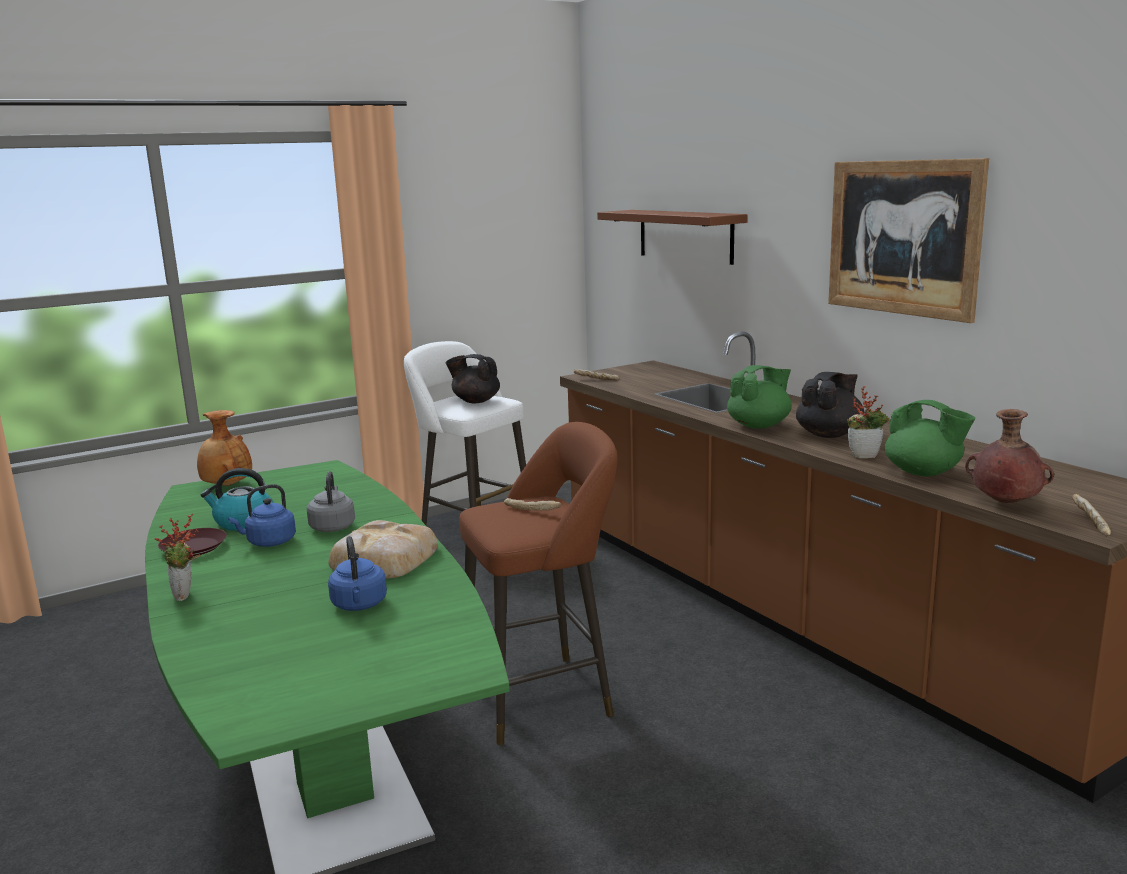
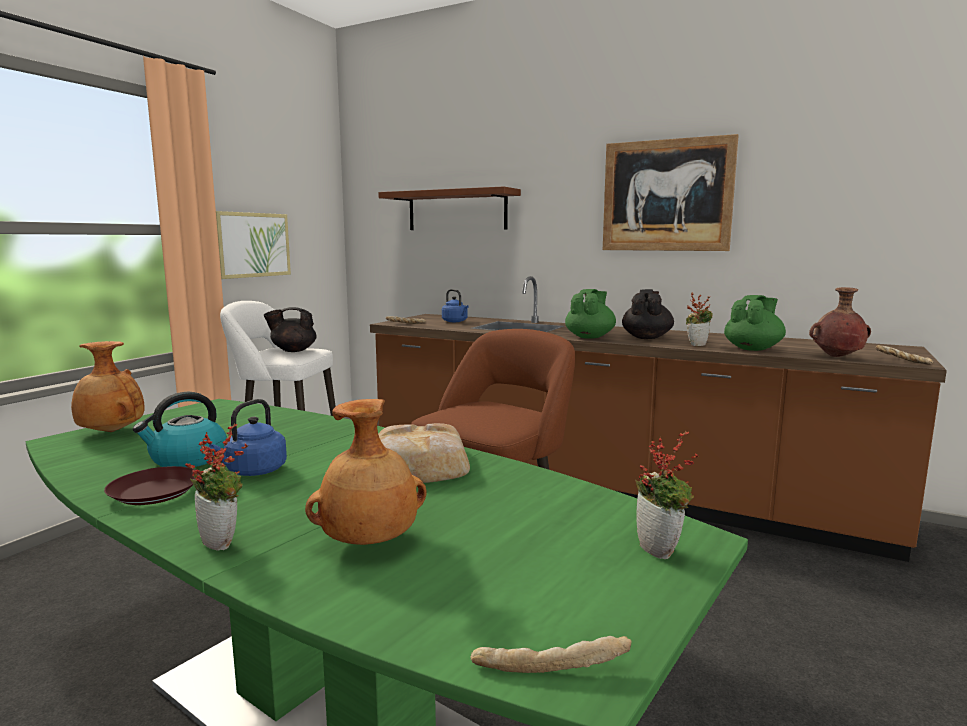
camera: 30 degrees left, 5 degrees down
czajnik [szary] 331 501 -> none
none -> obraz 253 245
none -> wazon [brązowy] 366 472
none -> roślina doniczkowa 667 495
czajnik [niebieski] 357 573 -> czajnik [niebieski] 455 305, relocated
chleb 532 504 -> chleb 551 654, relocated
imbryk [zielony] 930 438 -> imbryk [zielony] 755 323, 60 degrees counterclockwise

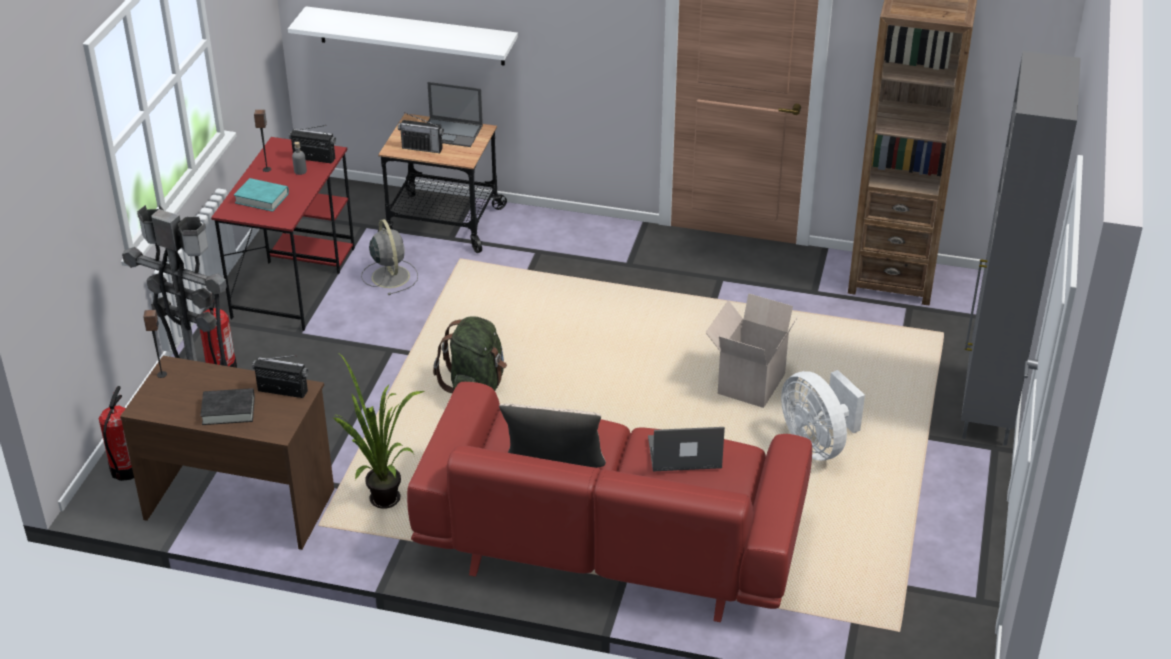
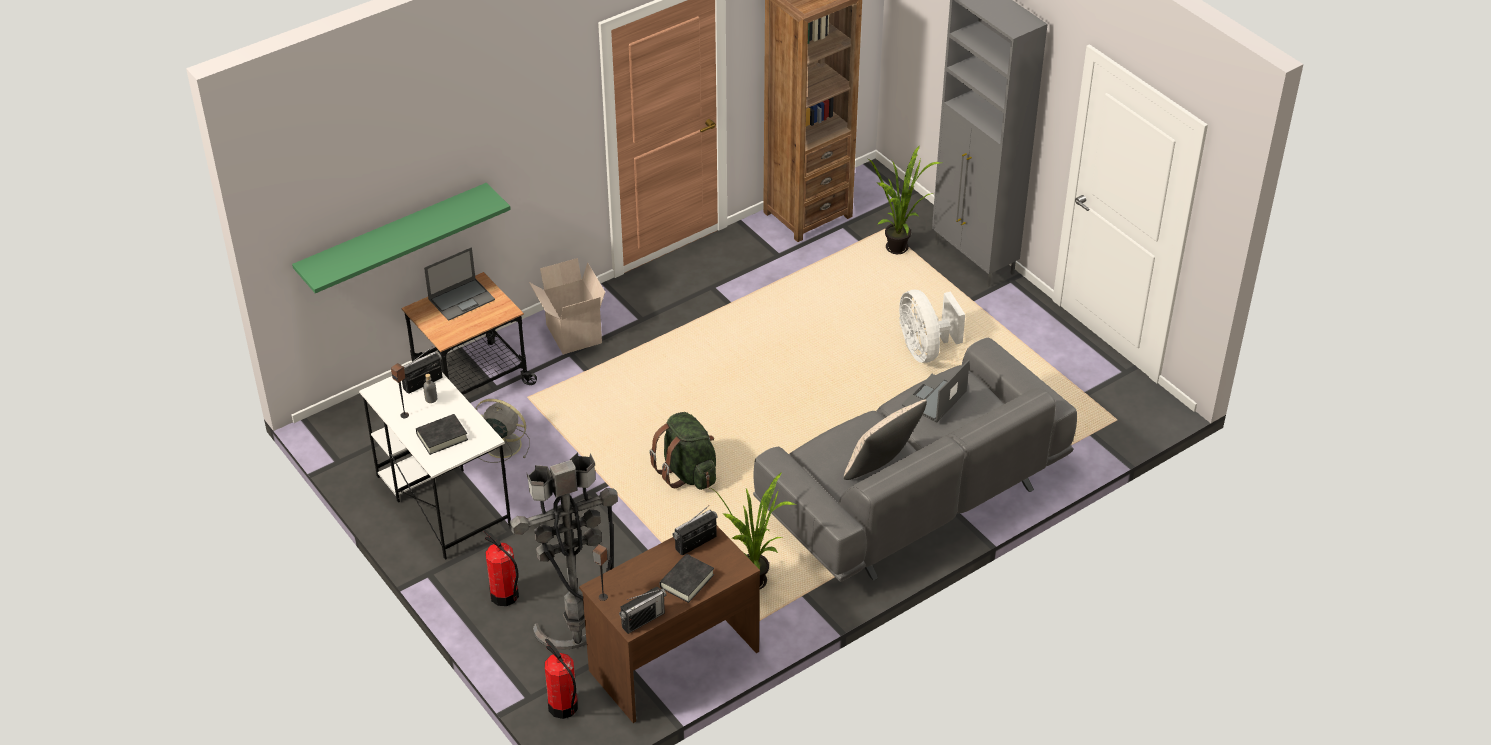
camera: 50 degrees left, 5 degrees up
none -> roślina doniczkowa 905 199
radio 421 132 -> radio 642 610, relocated
karton 751 350 -> karton 567 306, relocated
biurko [czerwony] 283 234 -> biurko [biały] 435 466
książka [turkusowy] 261 195 -> książka [czarny] 442 434
półka [biały] 403 36 -> półka [zielony] 401 238
kanapa [czerwony] 609 502 -> kanapa [szary] 915 460
wentylator [biały] 823 415 -> wentylator [biały] 932 326, 60 degrees clockwise

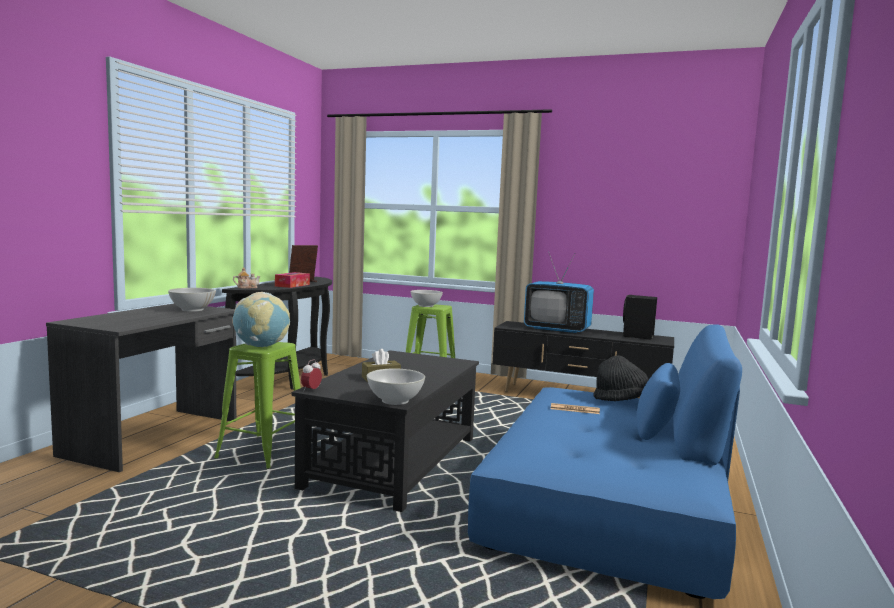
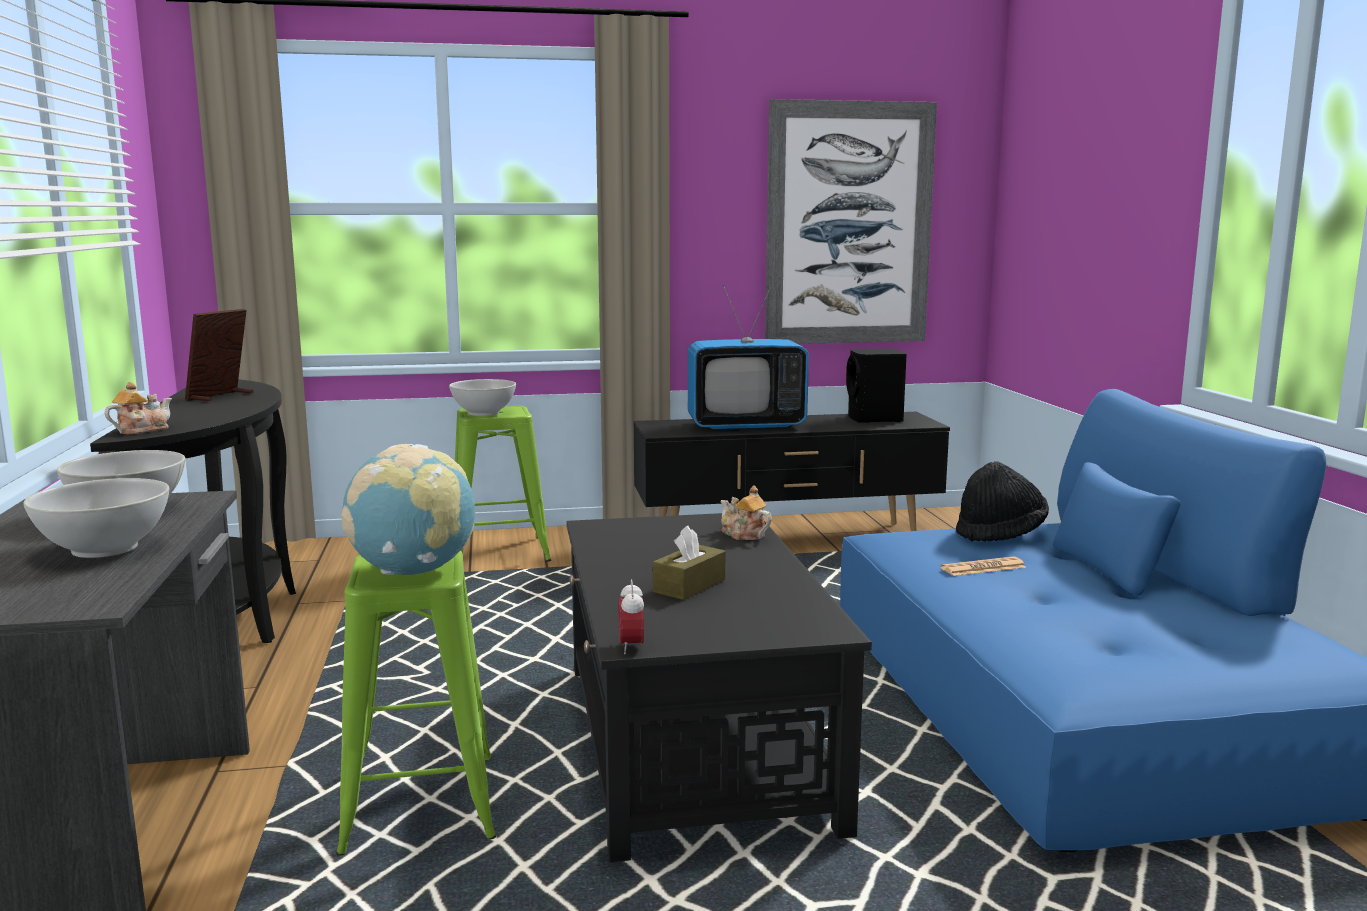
camera: 30 degrees left, 5 degrees up
pudełko chusteczek 292 280 -> none
none -> imbryk 746 512
none -> obraz 851 221
miska [biały] 396 387 -> miska [biały] 96 518, relocated

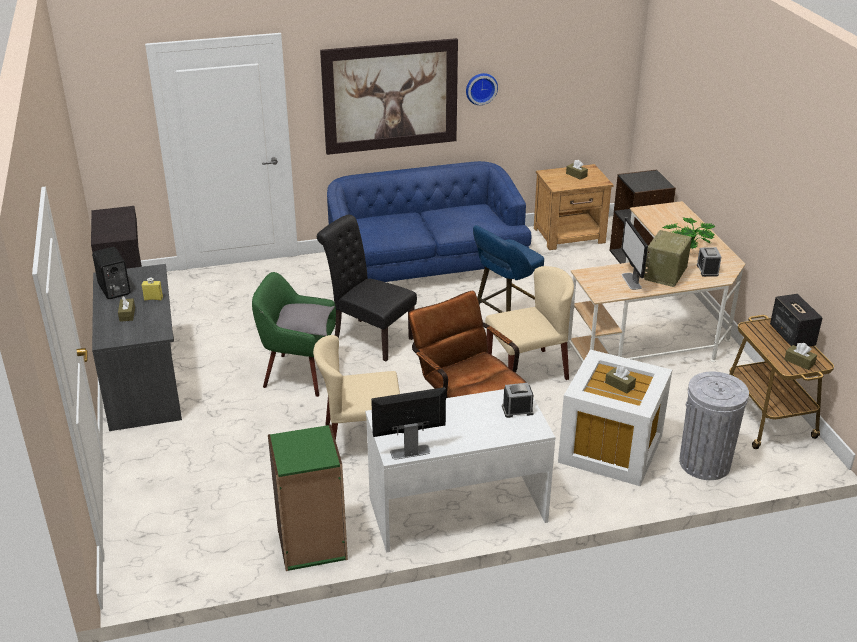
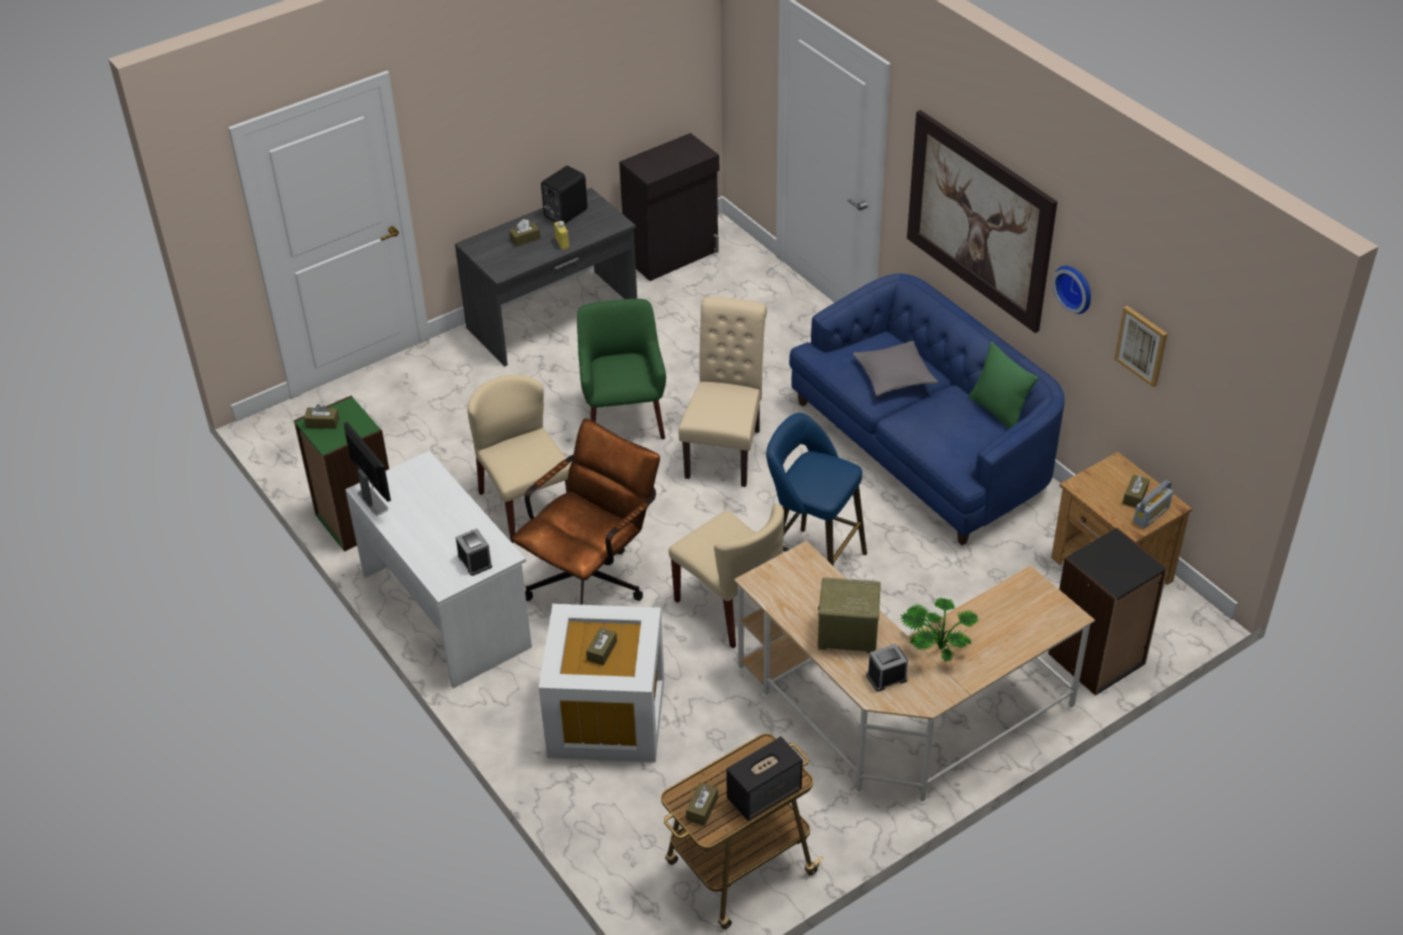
camera: 70 degrees right, 10 degrees up
monitor 634 254 -> none
kosz na śmieci [szary] 714 425 -> none
none -> pudełko chusteczek [brązowy] 321 416
none -> poduszka [zielony] 1003 385
none -> obraz 1141 346
none -> radio 1153 504
poduszka [szary] 305 319 -> poduszka [szary] 895 368, relocated
krzesło [czarny] 367 287 -> krzesło [beżowy] 723 392

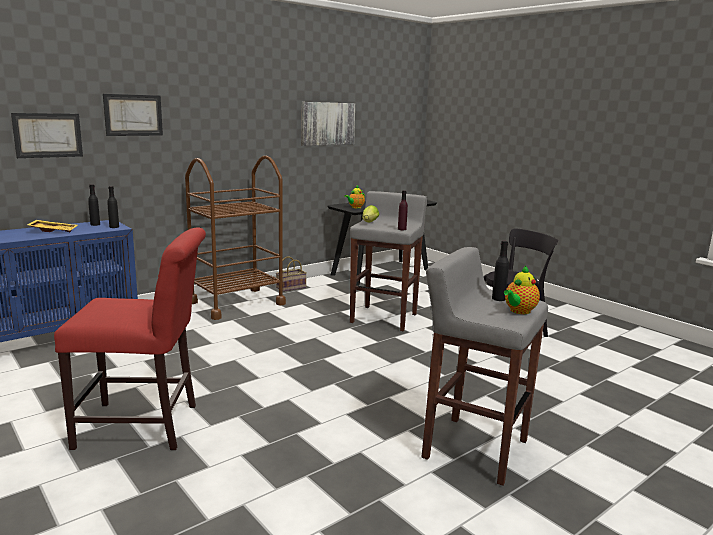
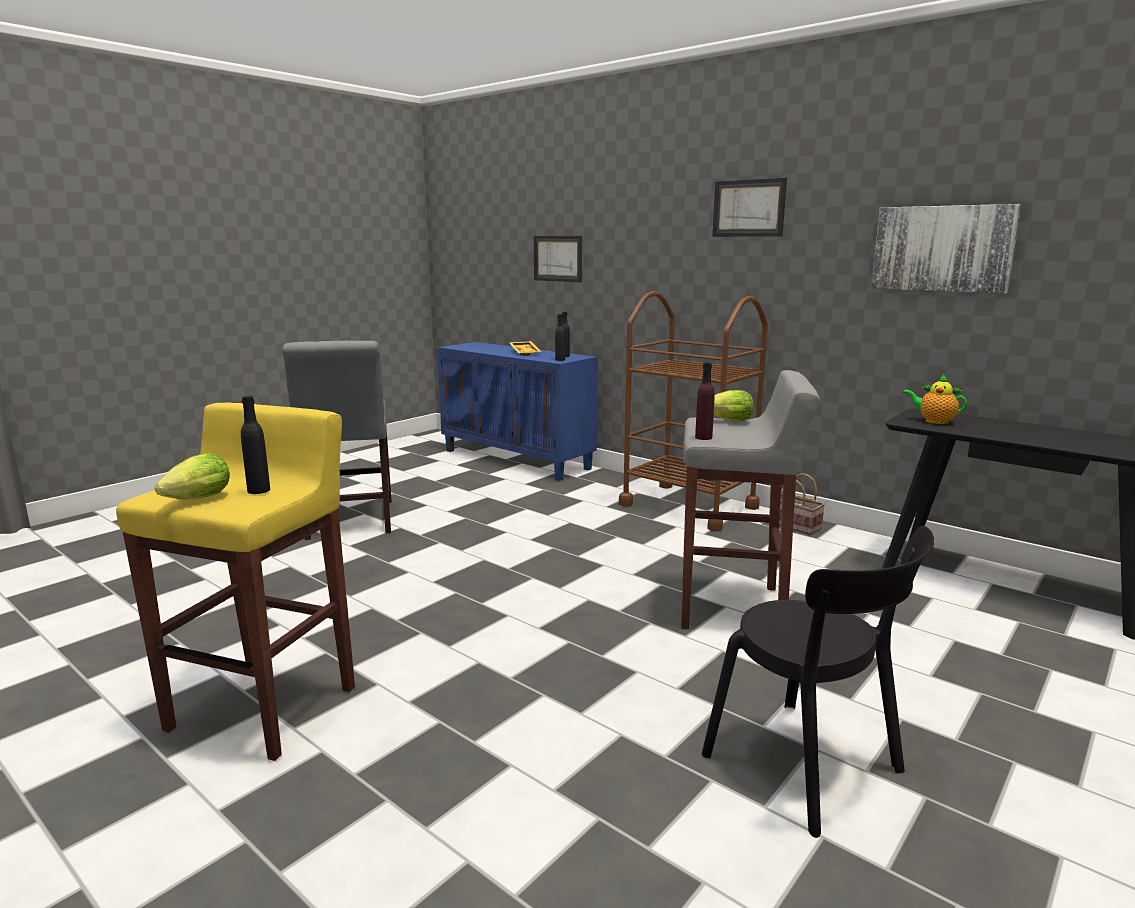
camera: 80 degrees right, 0 degrees up
obraz 133 115 -> obraz 749 207, relocated
imbryk 522 290 -> sałata 192 476
krzesło [czerwony] 130 339 -> krzesło [szary] 337 440
stołek [szary] 485 366 -> stołek [żółty] 235 582

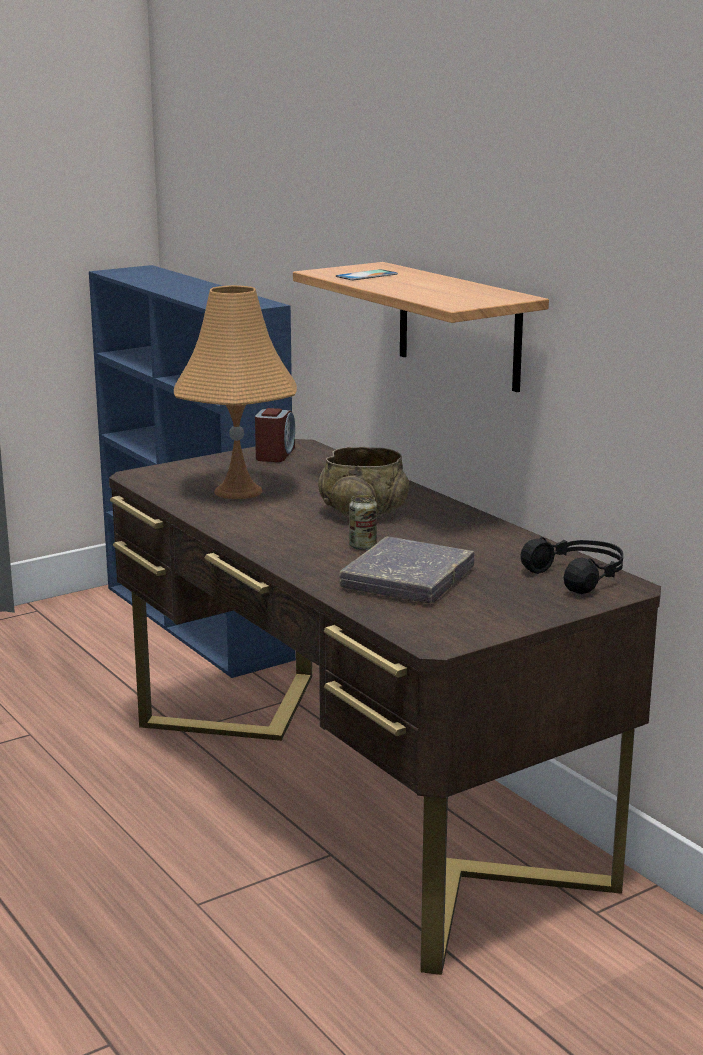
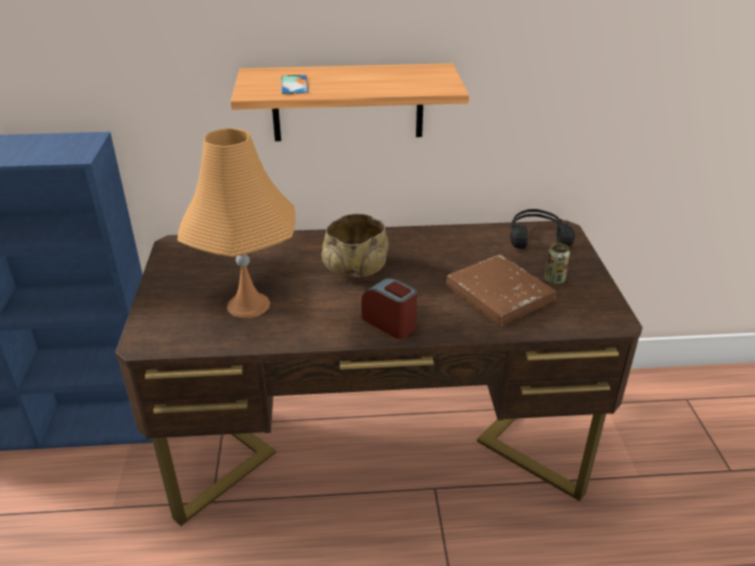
camera: 60 degrees left, 15 degrees up
budzik 275 435 -> budzik 389 308, relocated
puszka 363 522 -> puszka 557 264, relocated
książka [szary] 407 570 -> książka [brązowy] 501 290

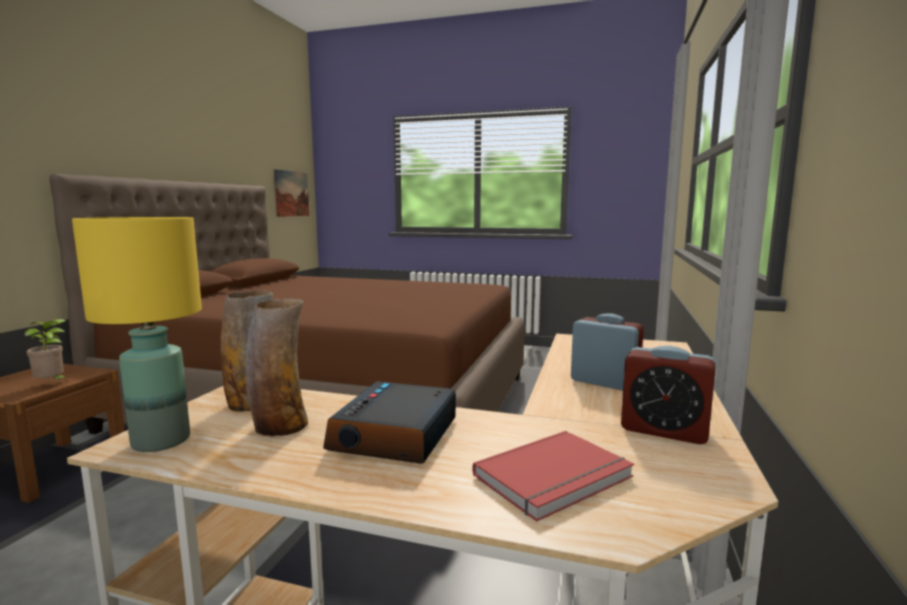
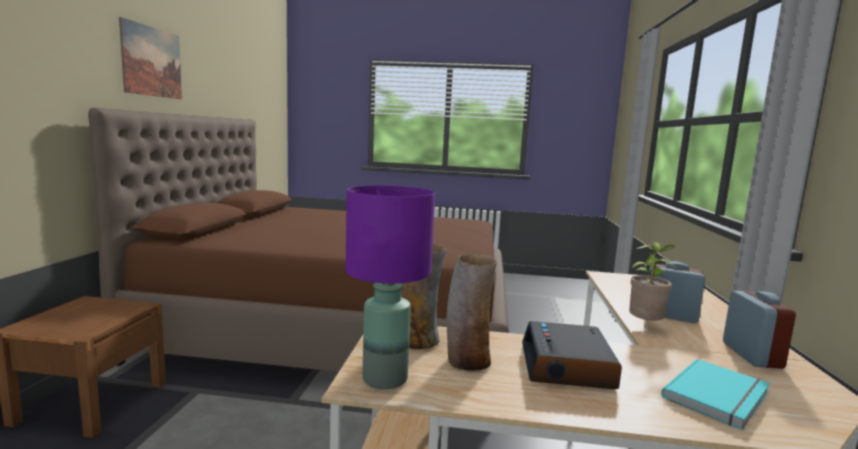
camera: 10 degrees left, 0 degrees up
roślina doniczkowa 47 349 -> roślina doniczkowa 652 281, relocated
obraz 291 193 -> obraz 150 58, relocated
lampa stołowa [żółty] 137 334 -> lampa stołowa [fioletowy] 390 287
książka [czerwony] 553 476 -> książka [turkusowy] 715 394
budzik 668 395 -> budzik 759 330, 105 degrees counterclockwise

